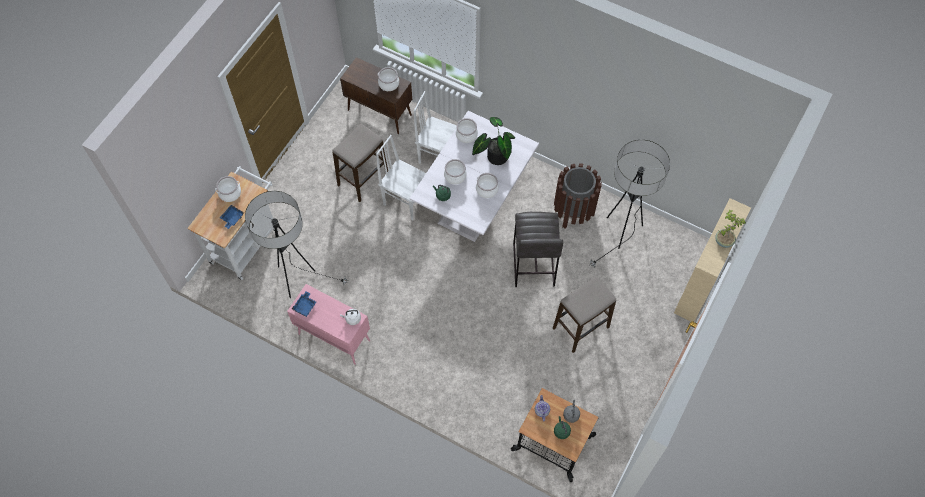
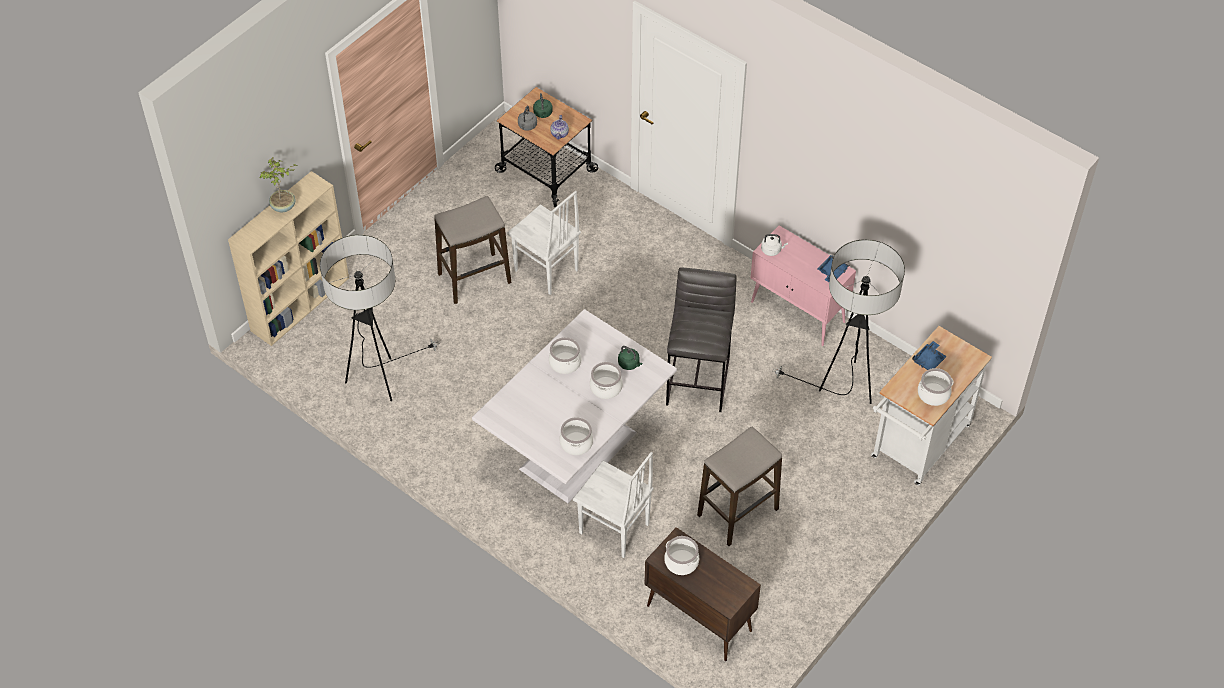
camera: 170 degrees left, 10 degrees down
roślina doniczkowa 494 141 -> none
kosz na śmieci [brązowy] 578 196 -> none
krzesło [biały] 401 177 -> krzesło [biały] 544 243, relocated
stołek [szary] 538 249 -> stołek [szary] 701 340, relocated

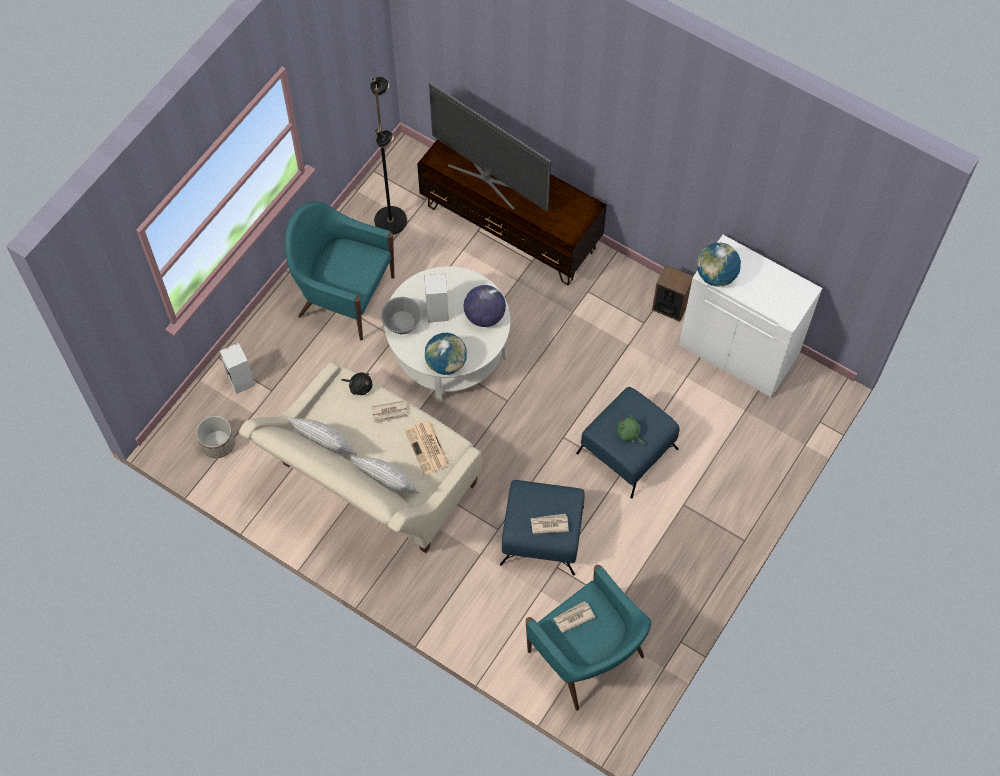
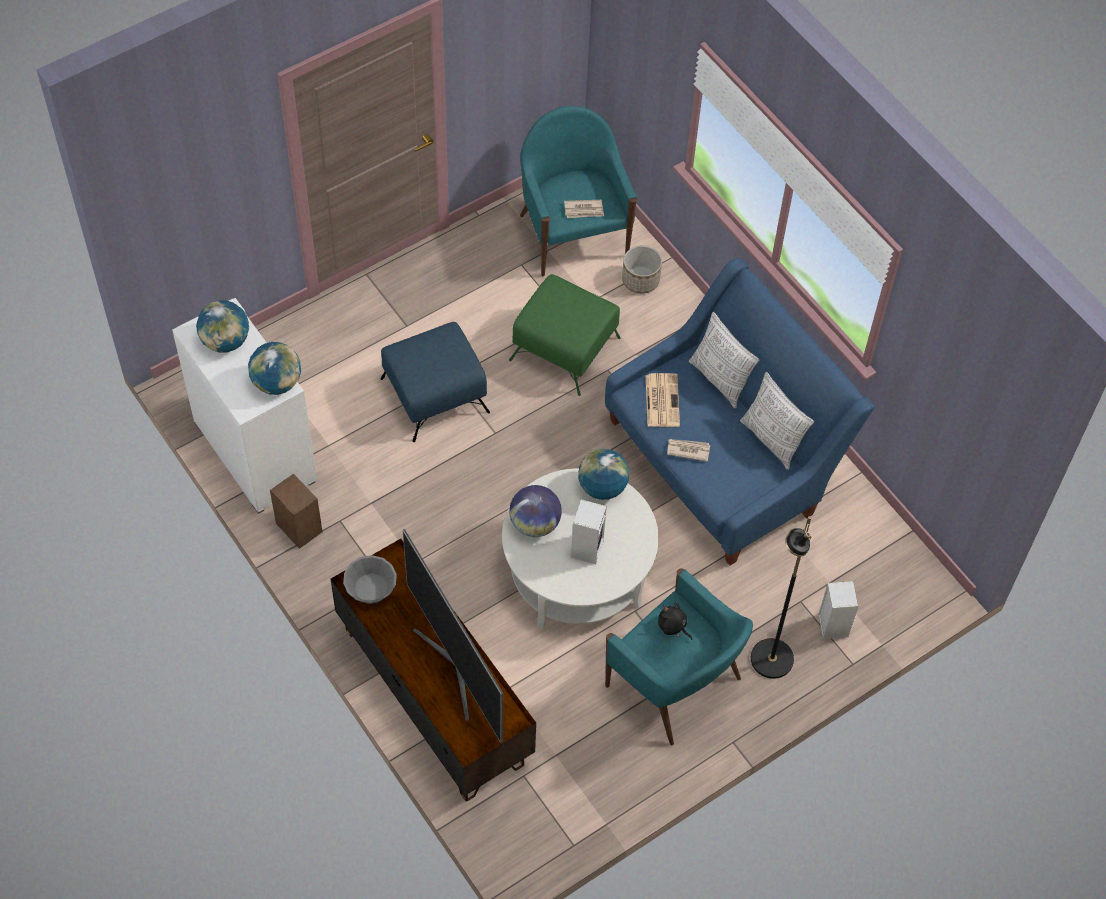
camera: 160 degrees left, 5 degrees down
gazeta 550 524 -> none
pluszak [zielony] 630 430 -> none
none -> globus 222 326
donica 215 437 -> donica 642 270, relocated
pluszak [czarny] 357 383 -> pluszak [czarny] 675 621, relocated
lampa stojąca [czarny] 388 156 -> lampa stojąca [czarny] 781 597, relocated
miska [szary] 401 315 -> miska [szary] 370 579, relocated
kanapa [beżowy] 360 457 -> kanapa [niebieski] 740 412
pufa [niebieski] 542 528 -> pufa [zielony] 565 335

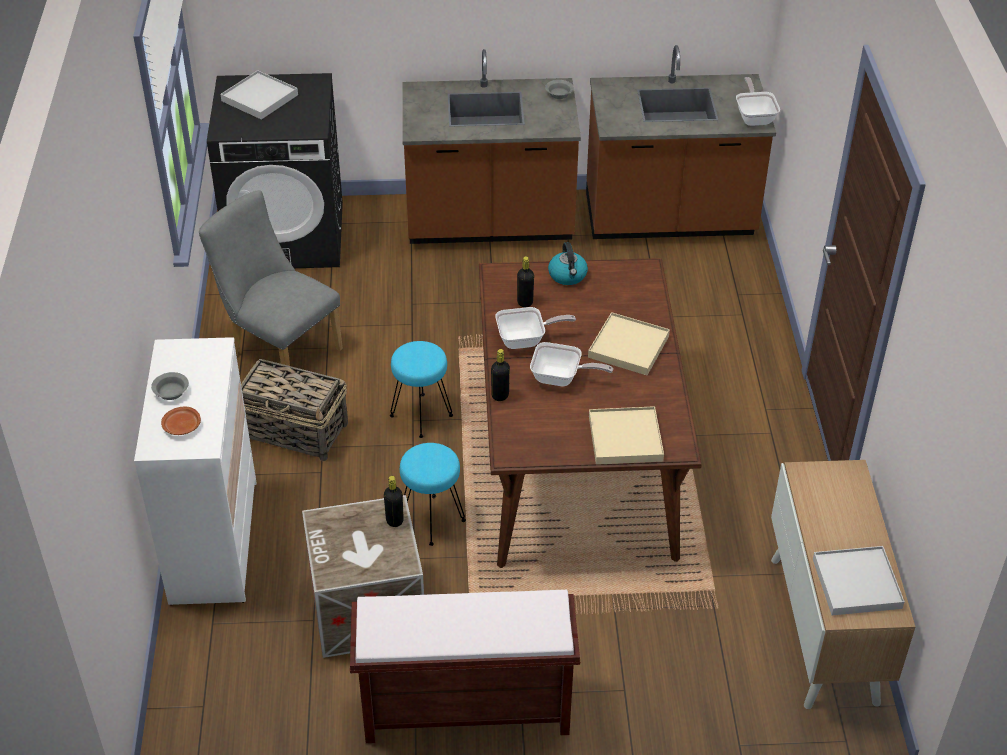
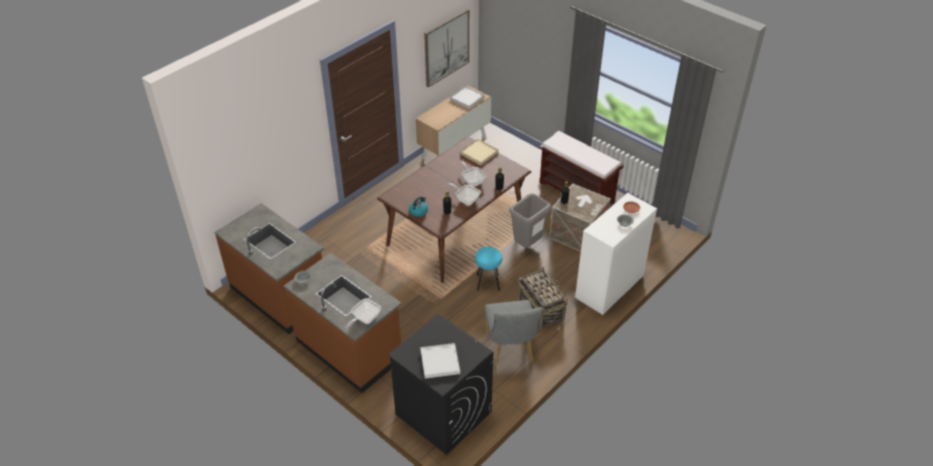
camera: 135 degrees left, 0 degrees up
taca [beżowy] 629 343 -> none
none -> obraz 446 48
patelnia 758 101 -> patelnia 363 313, relocated
stołek [turkusowy] 433 494 -> kosz na śmieci [szary] 530 220

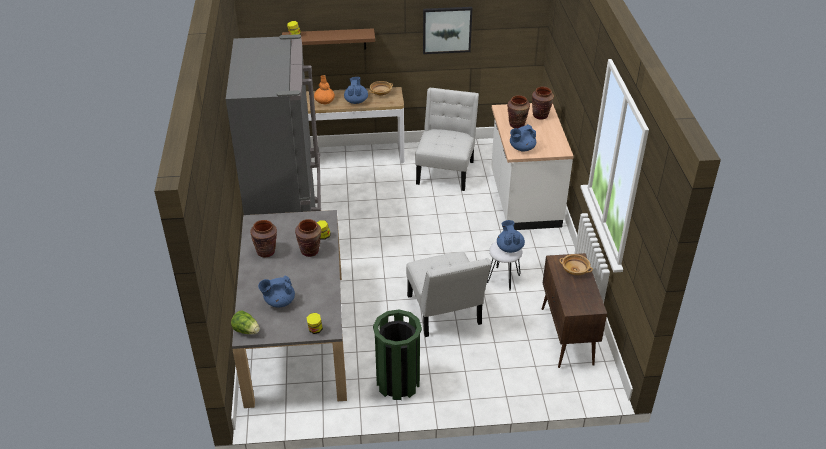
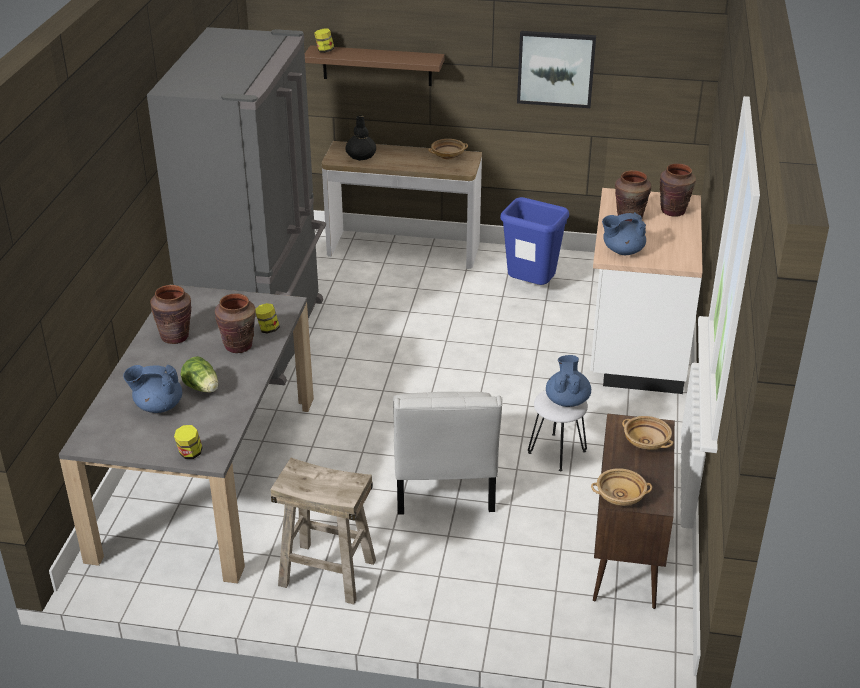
camera: 15 degrees right, 5 degrees down
imbryk [niebieski] 356 90 -> none
none -> miska [beżowy] 621 487
sałata 245 322 -> sałata 199 374, relocated
kosz na śmieci [zielony] 397 354 -> stołek [beżowy] 323 531
krzesło [biały] 447 139 -> kosz na śmieci [niebieski] 534 241
wazon [pomarańczowy] 324 90 -> wazon [czarny] 360 138

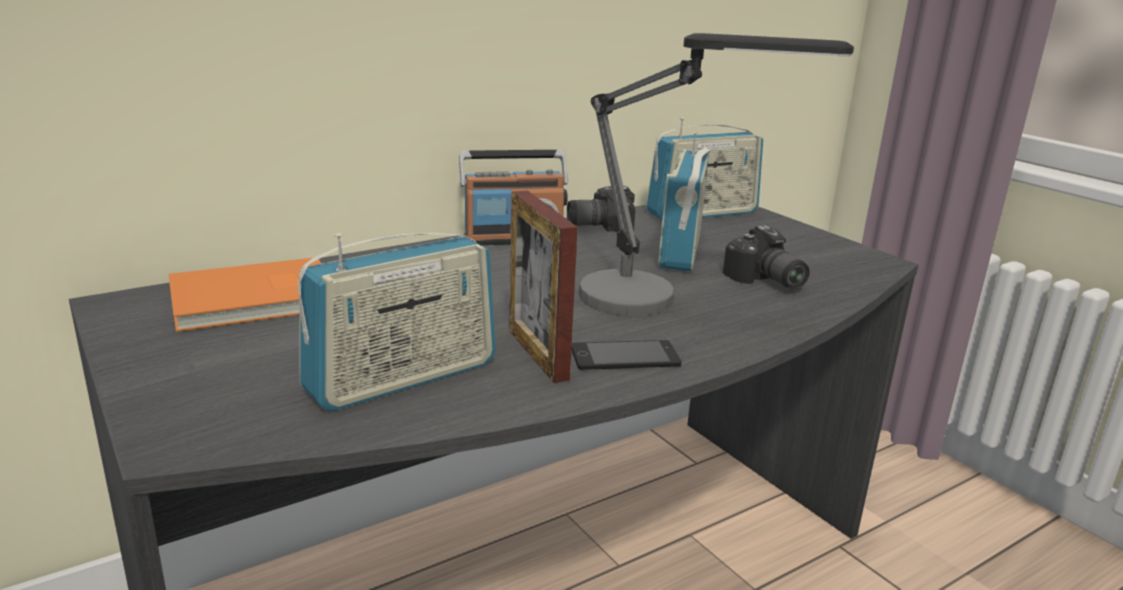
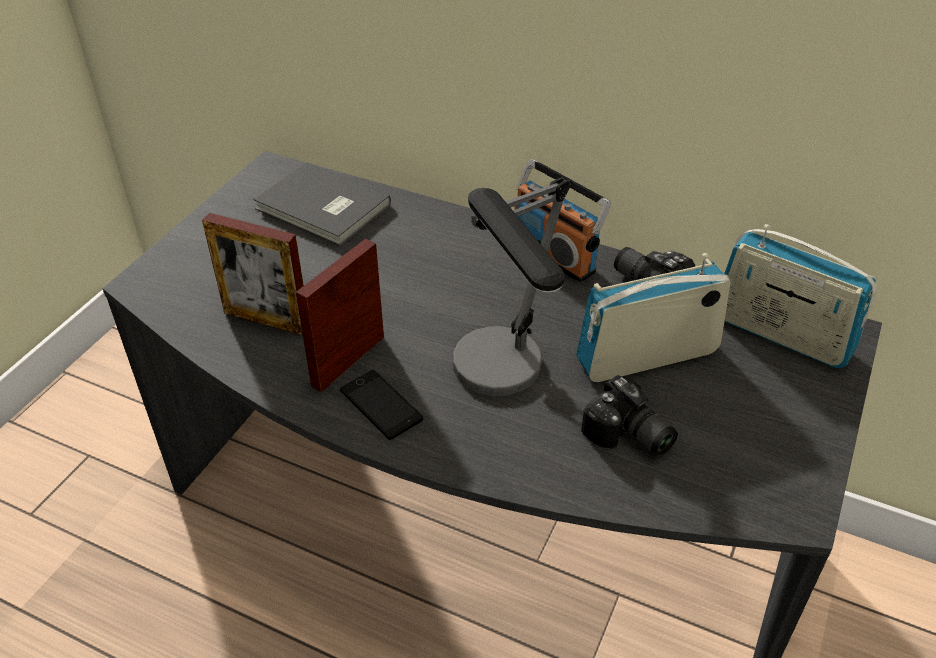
camera: 60 degrees right, 20 degrees up
radio 397 322 -> ramka na zdjęcie 253 274
książka [pomarańczowy] 244 295 -> książka [szary] 322 204
aparat fotograficzny 766 257 -> aparat fotograficzny 629 415, 75 degrees counterclockwise

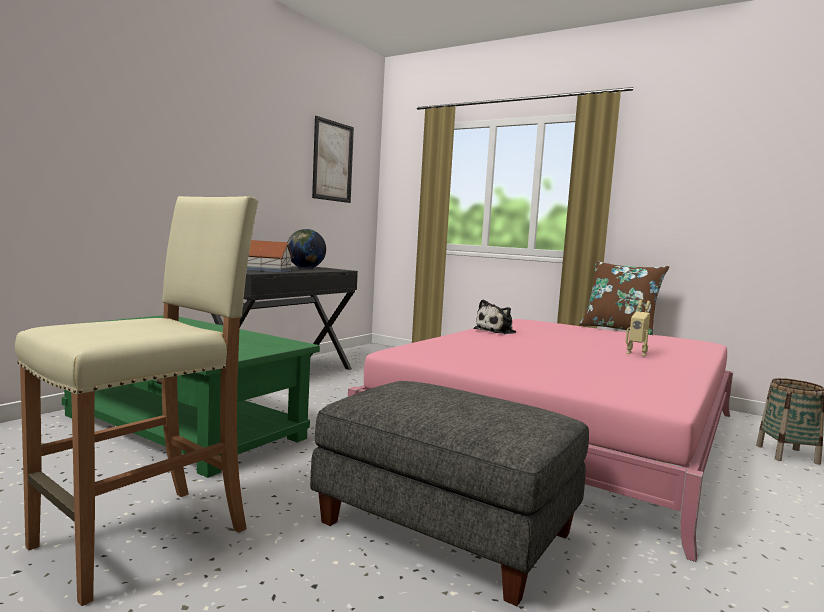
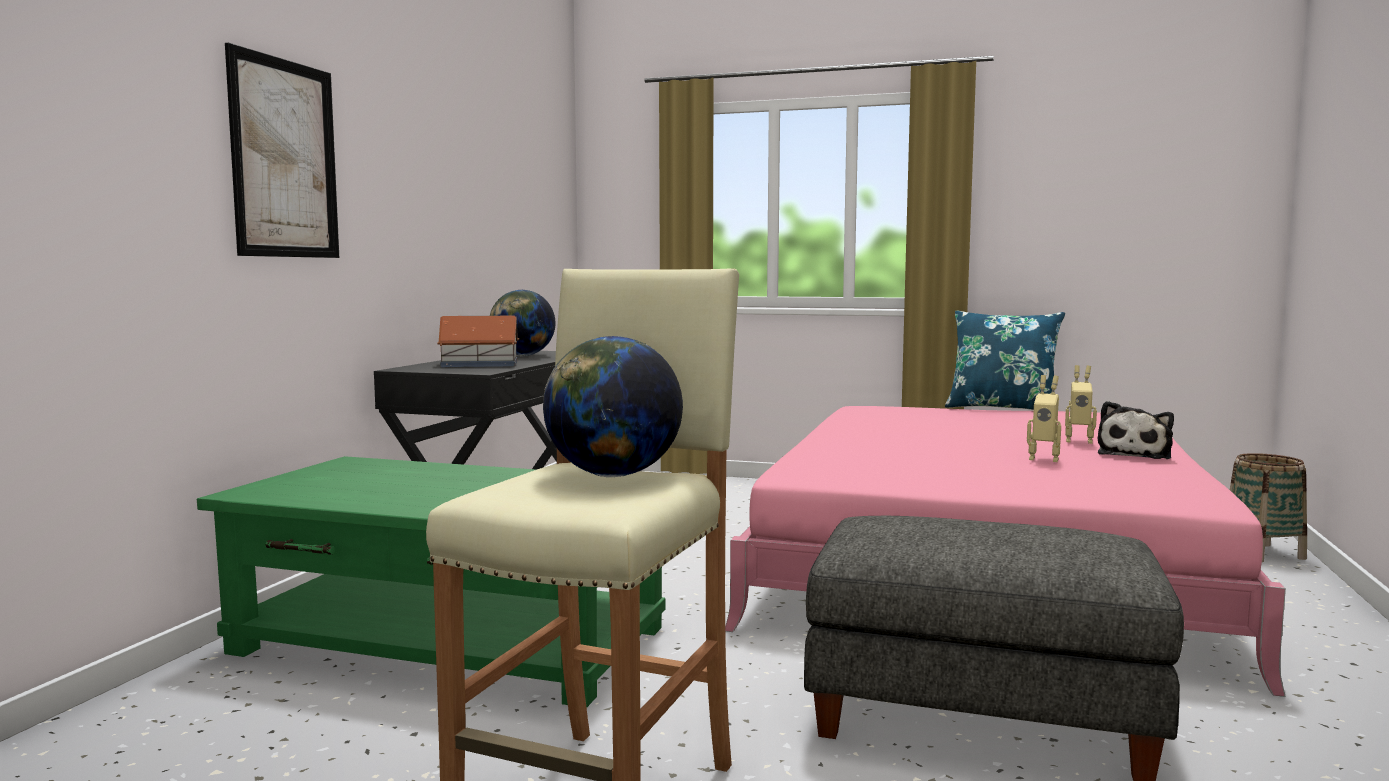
camera: 15 degrees left, 0 degrees up
none -> globus 613 406
none -> robot zabawkowy 1044 418
obraz 333 159 -> obraz 282 150, relocated
pluszak 495 317 -> pluszak 1136 430, relocated
poduszka [brązowy] 624 298 -> poduszka [niebieski] 1005 360

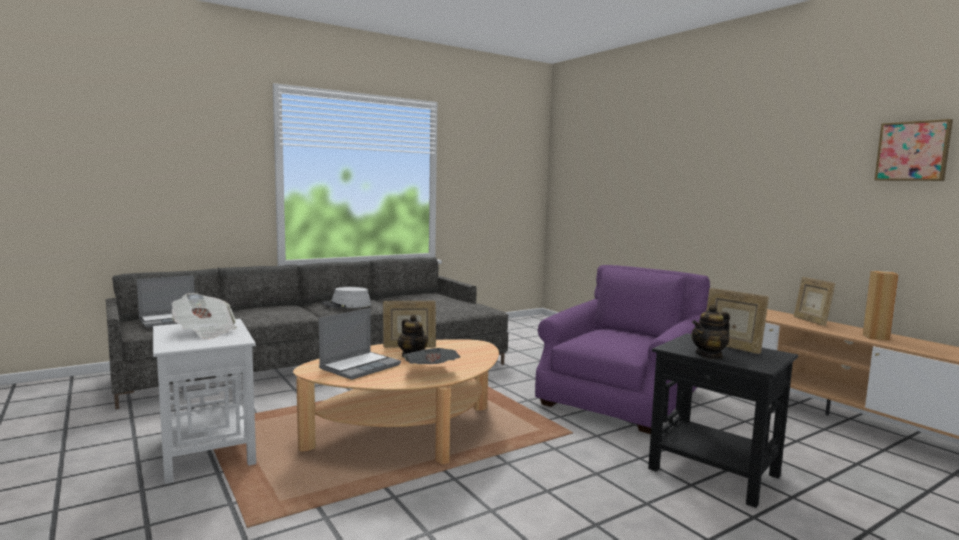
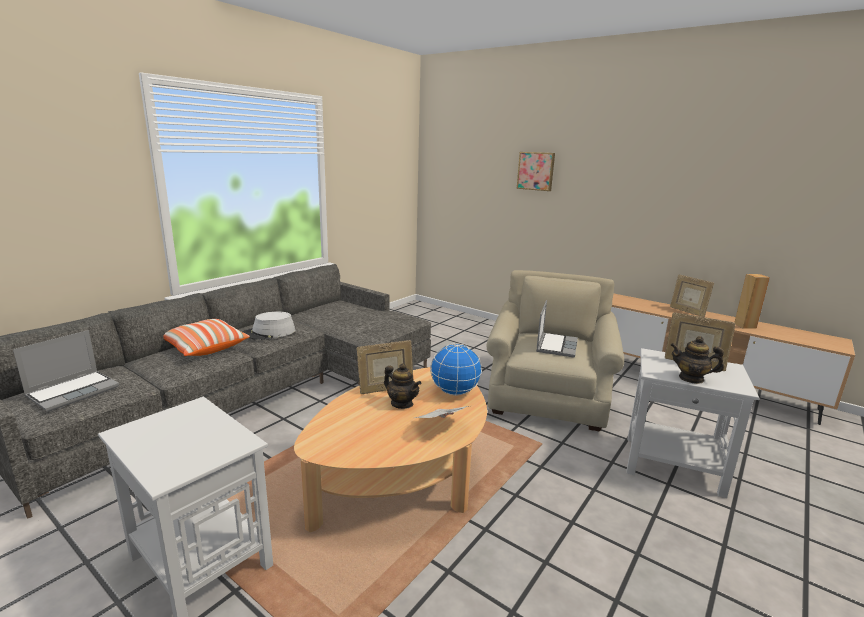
camera: 20 degrees left, 10 degrees up
gazeta 204 316 -> none
none -> poduszka 206 337
none -> globus 456 369
laptop 360 344 -> laptop 557 329, relocated
obraz 914 150 -> obraz 536 171, relocated
fotel [fioletowy] 622 349 -> fotel [beżowy] 555 351
stolik [czarny] 723 420 -> stolik [biały] 693 423
imbryk 710 332 -> imbryk 697 360, 75 degrees clockwise

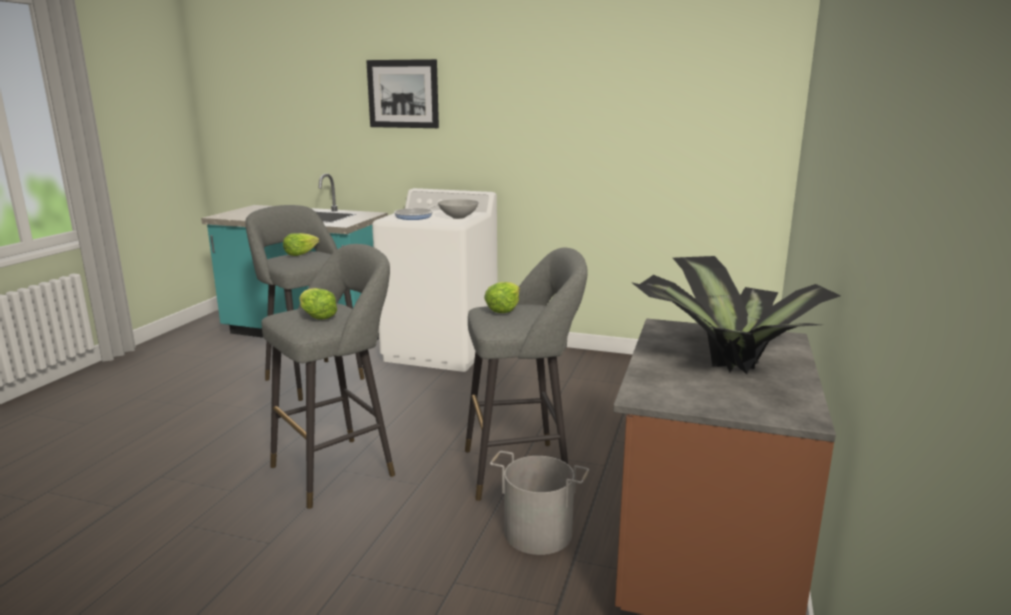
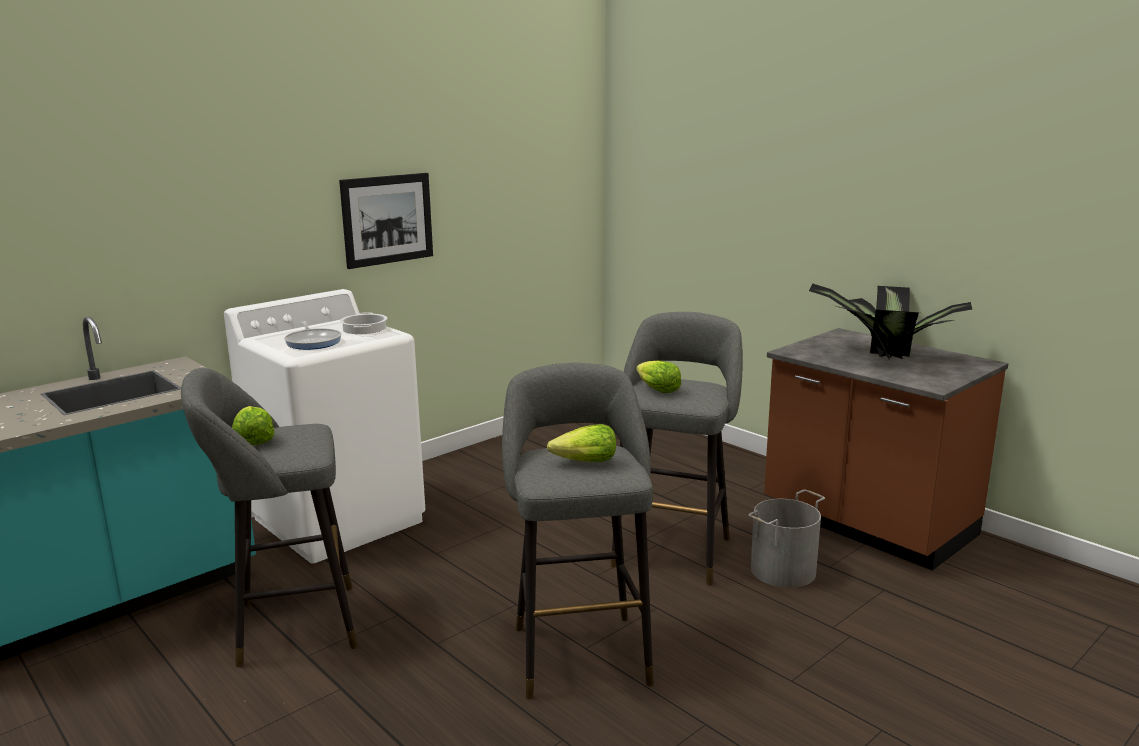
camera: 60 degrees left, 0 degrees up
obraz 402 93 -> obraz 386 221, relocated
miska [szary] 458 209 -> garnek 363 323

